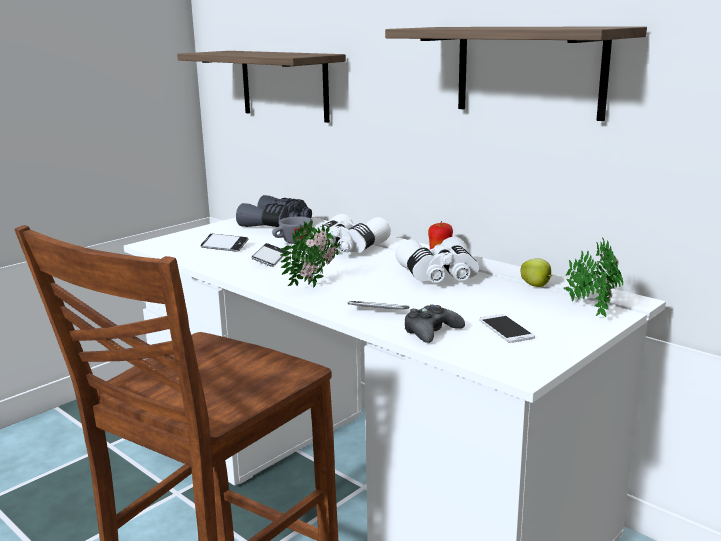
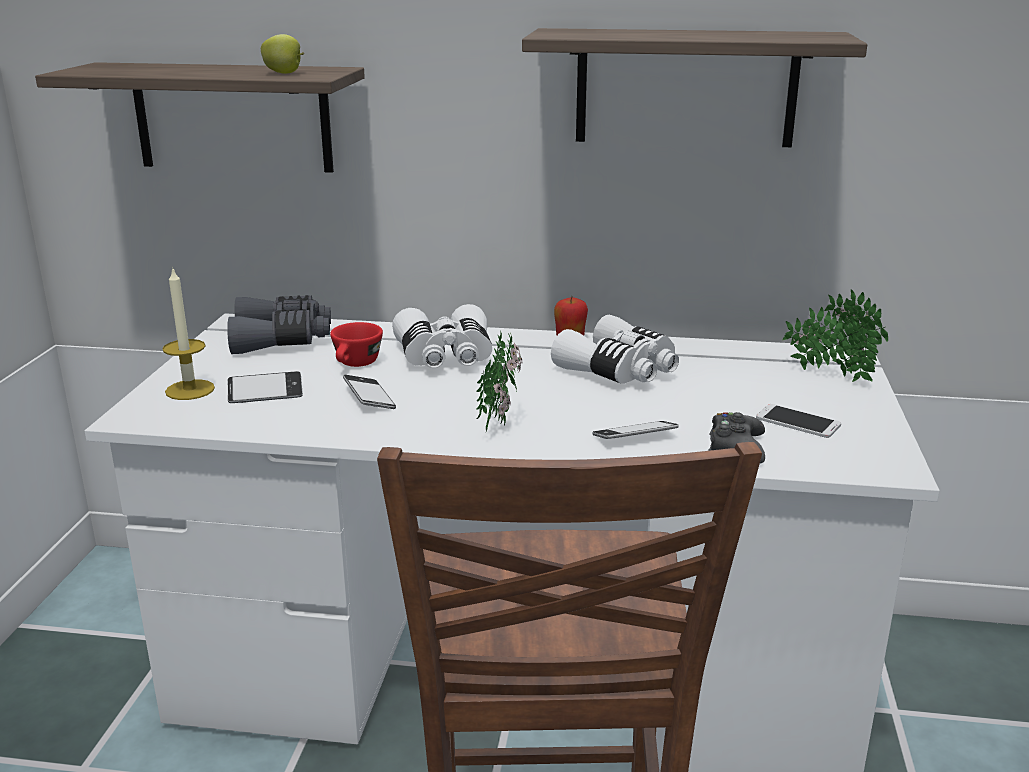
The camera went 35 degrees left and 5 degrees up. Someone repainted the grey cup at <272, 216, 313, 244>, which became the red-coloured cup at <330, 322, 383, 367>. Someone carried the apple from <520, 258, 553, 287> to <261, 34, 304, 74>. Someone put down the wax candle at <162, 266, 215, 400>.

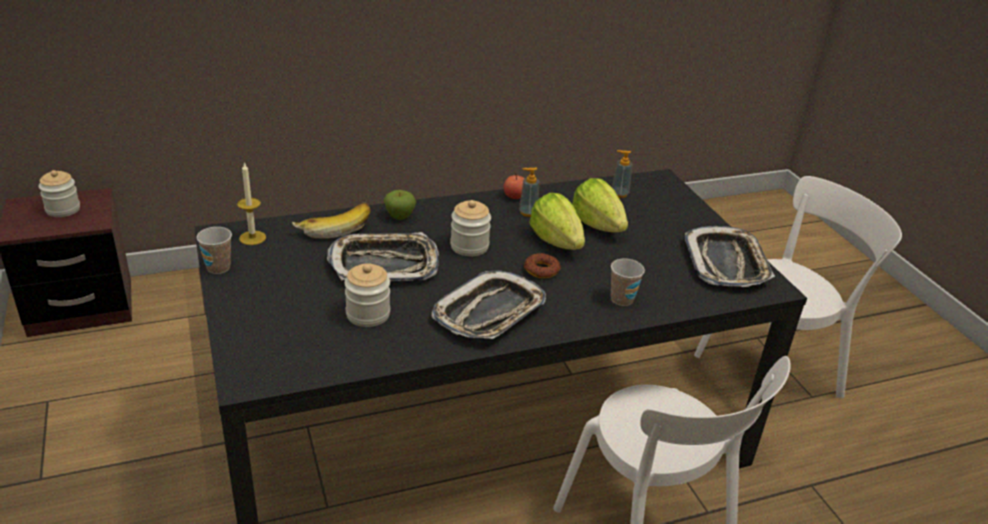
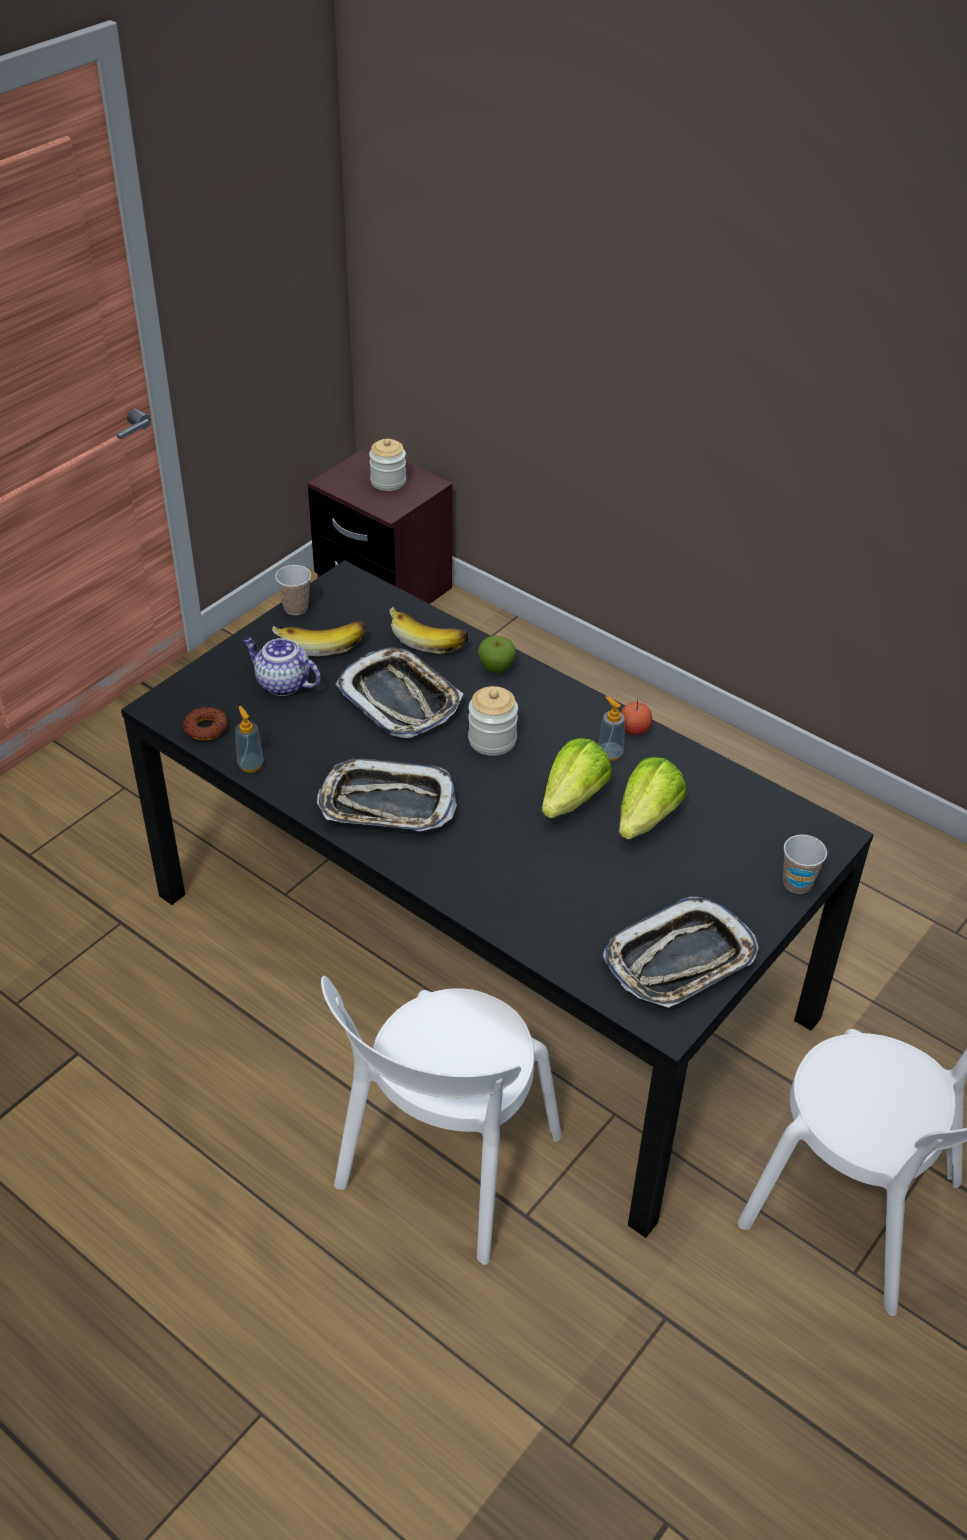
The camera went 60 degrees right and 10 degrees up. Someone took away the wax candle at <237, 162, 266, 245>. Someone took away the jar at <344, 263, 390, 327>. Someone carried the ring doughnut from <524, 253, 561, 278> to <183, 707, 228, 740>. Someone carried the cup from <611, 259, 645, 306> to <783, 834, 827, 894>. Someone carried the soap bottle from <612, 150, 633, 198> to <235, 706, 264, 773>. Someone put down the teapot at <242, 637, 321, 696>. Someone put down the banana fruit at <272, 621, 366, 656>.

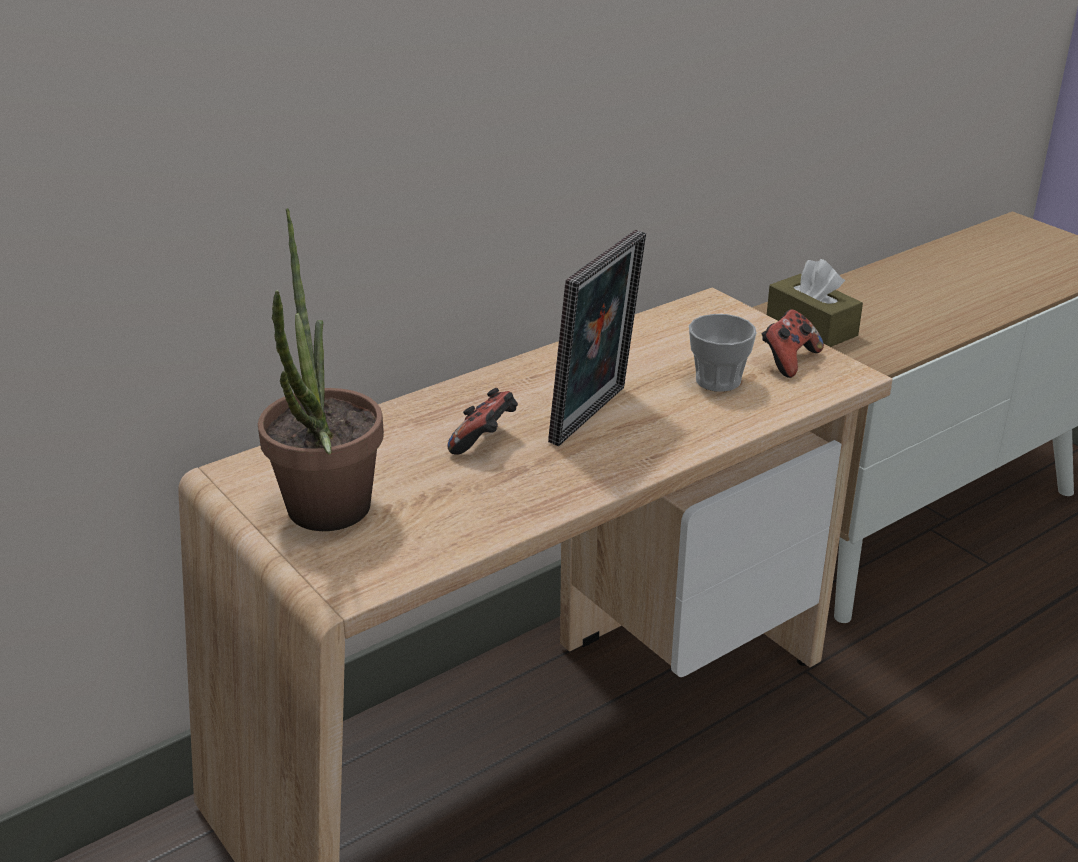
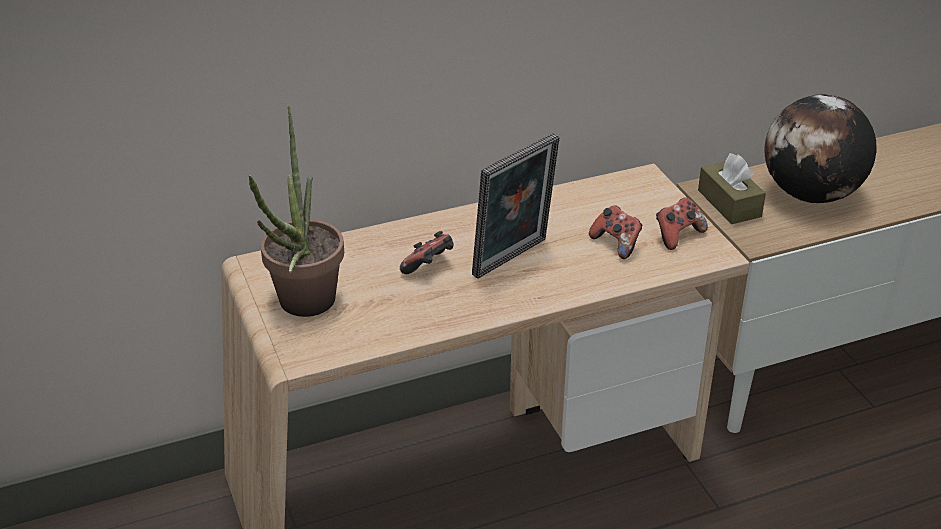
The camera went 15 degrees right and 5 degrees up. Someone swapped the cup at <689, 314, 756, 392> for the joypad at <589, 205, 642, 259>. Someone put down the world globe at <764, 94, 877, 203>.

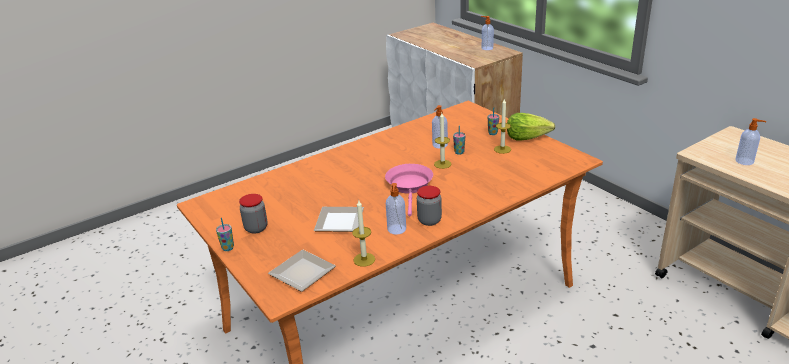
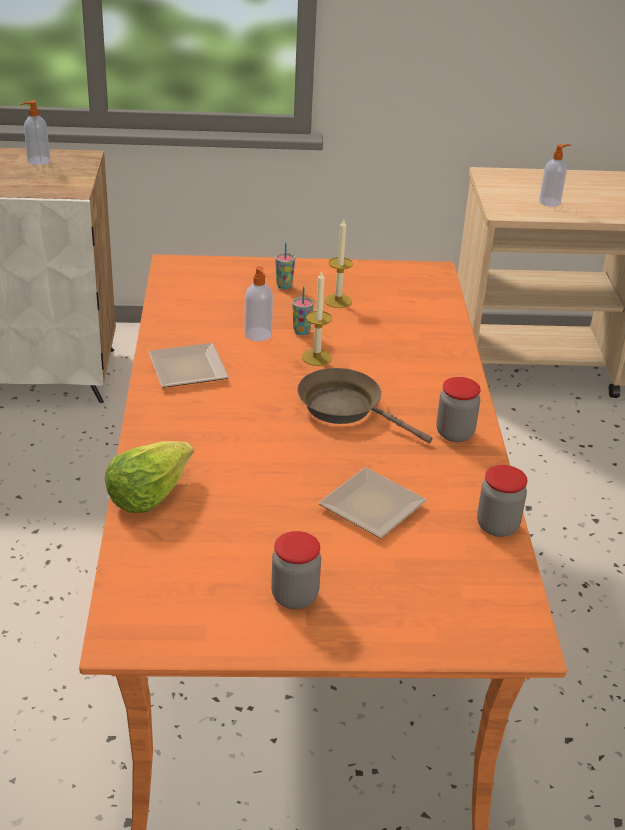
The camera went 60 degrees left and 5 degrees up. Someone took away the cup at <216, 218, 234, 251>. Someone carried the flat dish from <268, 250, 336, 292> to <148, 343, 229, 388>. Someone swapped the wax candle at <352, 199, 375, 267> for the jar at <477, 465, 527, 537>. Someone repainted the pink skillet at <385, 164, 433, 217>, which became the brown-coloured skillet at <297, 368, 432, 443>. Someone took away the soap bottle at <386, 183, 406, 235>. Someone carried the lettuce from <507, 113, 555, 141> to <105, 441, 194, 513>.

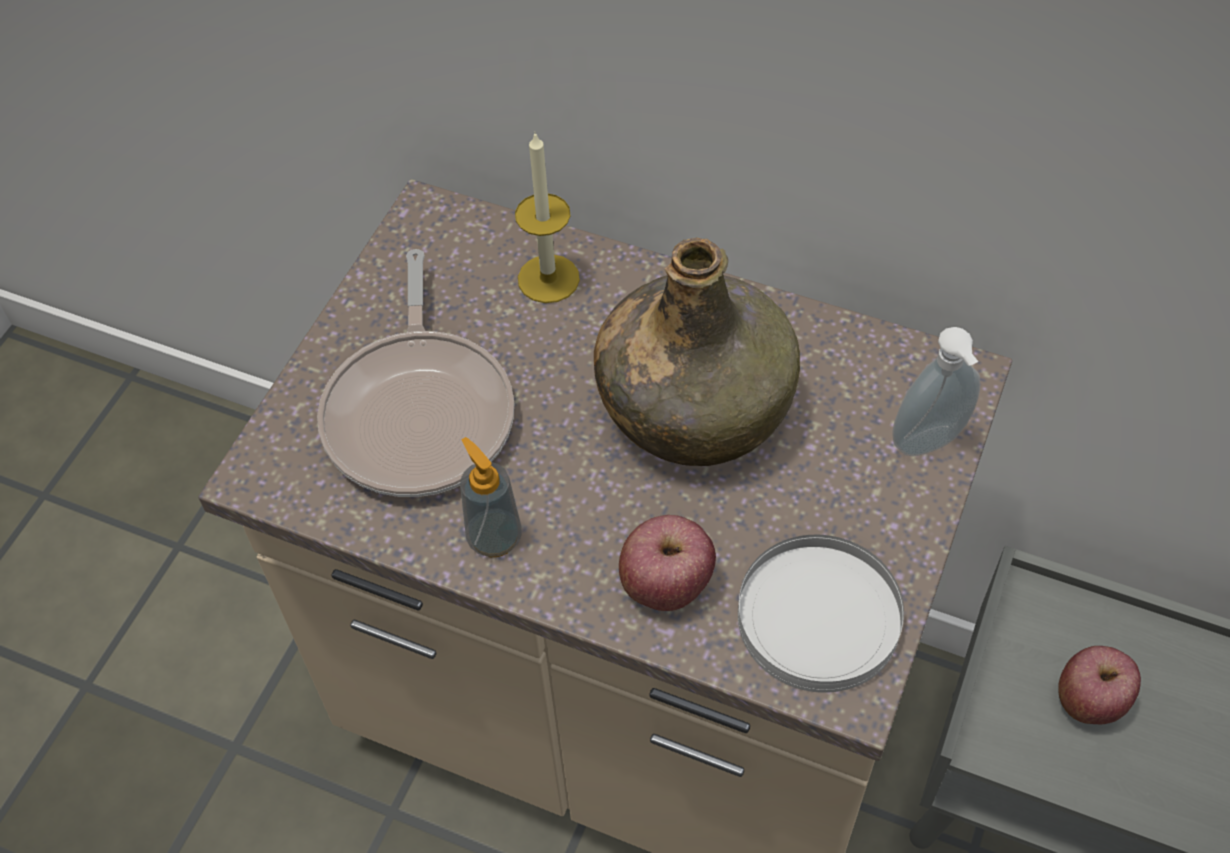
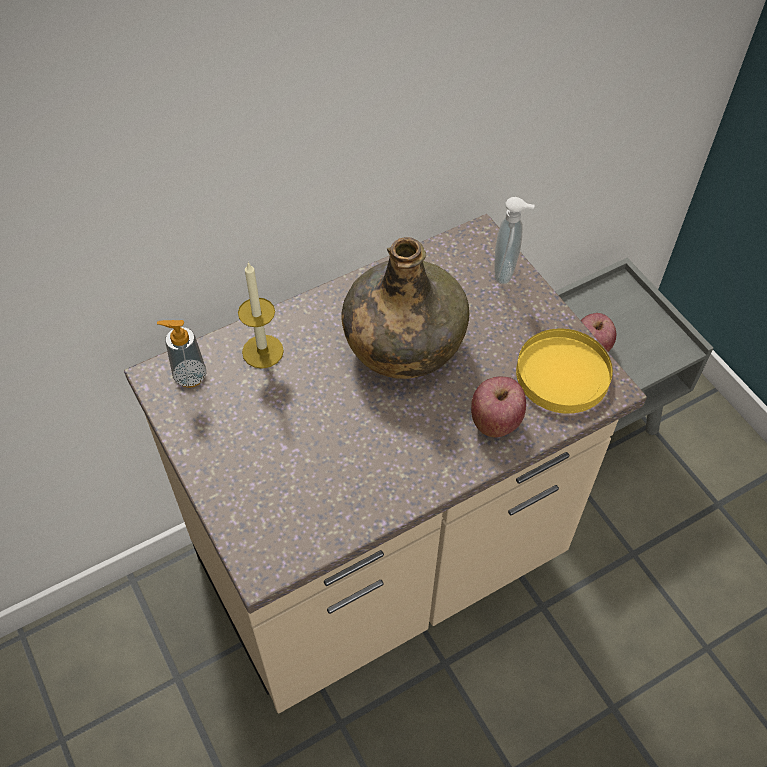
The camera went 55 degrees left and 0 degrees up. Someone took away the skillet at <317, 249, 515, 497>. Someone carried the soap bottle from <460, 437, 522, 557> to <157, 320, 206, 388>. Someone repainted the white-coloured flat dish at <738, 535, 904, 693>, which became the yellow flat dish at <516, 329, 613, 414>.

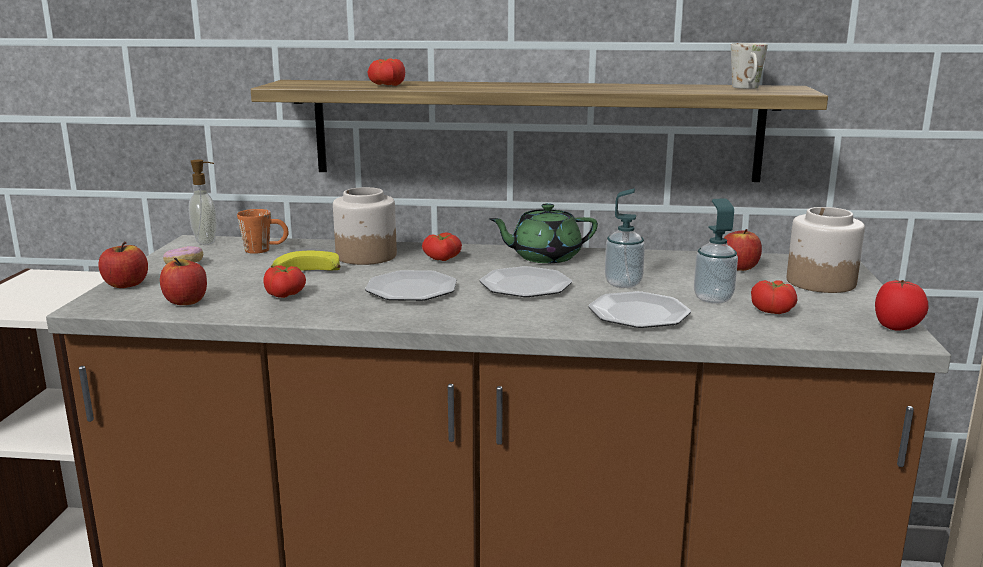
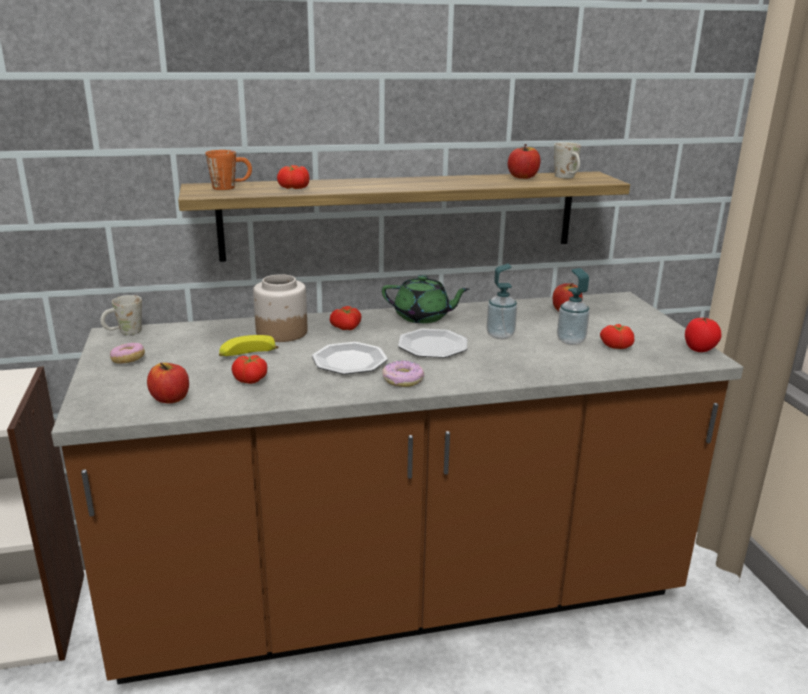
The camera went 20 degrees left and 5 degrees up. Someone carried the apple from <98, 242, 148, 288> to <508, 144, 541, 179>. Someone swapped the soap bottle at <188, 160, 217, 245> for the white-coloured tea mug at <100, 295, 142, 335>. Someone carried the orange tea mug from <237, 209, 289, 254> to <205, 150, 252, 190>. Someone rotated the greenish teapot at <489, 203, 598, 263> by 135 degrees counterclockwise. Someone took away the flat dish at <589, 291, 691, 328>. Someone took away the jar at <787, 207, 865, 293>. Someone put down the ring doughnut at <382, 360, 424, 387>.

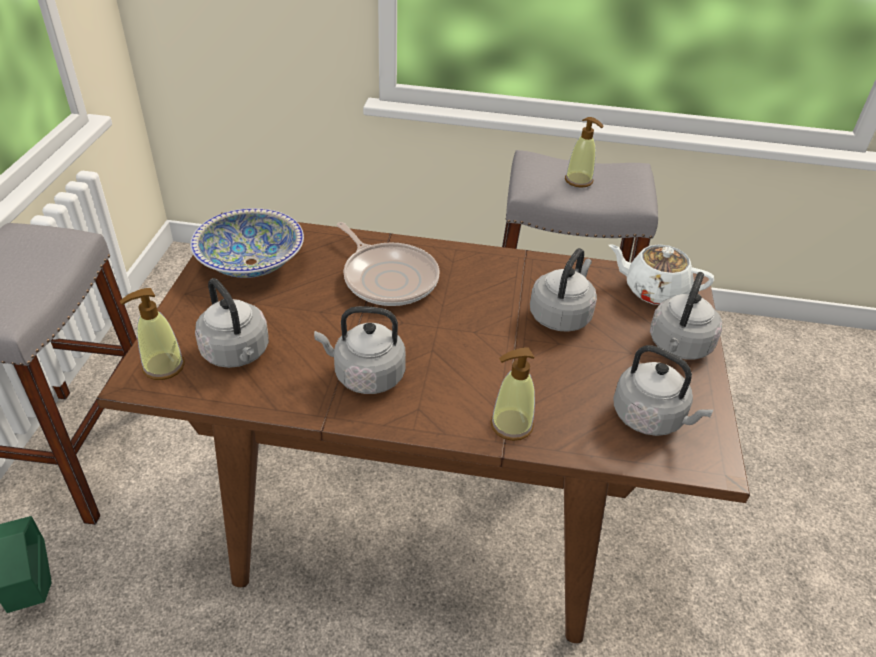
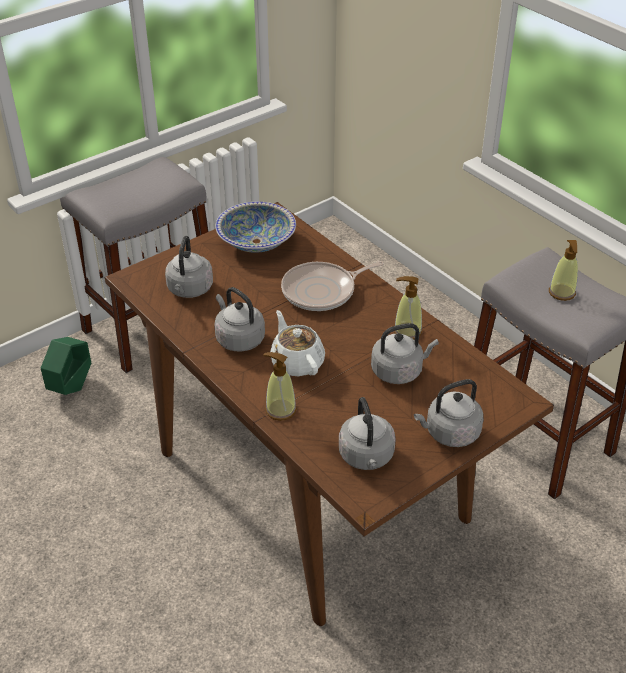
The camera went 45 degrees right and 0 degrees up. Someone carried the soap bottle from <120, 288, 185, 380> to <394, 276, 422, 339>. Someone rotated the skillet at <337, 222, 439, 306> by 60 degrees clockwise. Someone carried the white-coloured teapot from <609, 244, 714, 305> to <270, 310, 325, 376>.

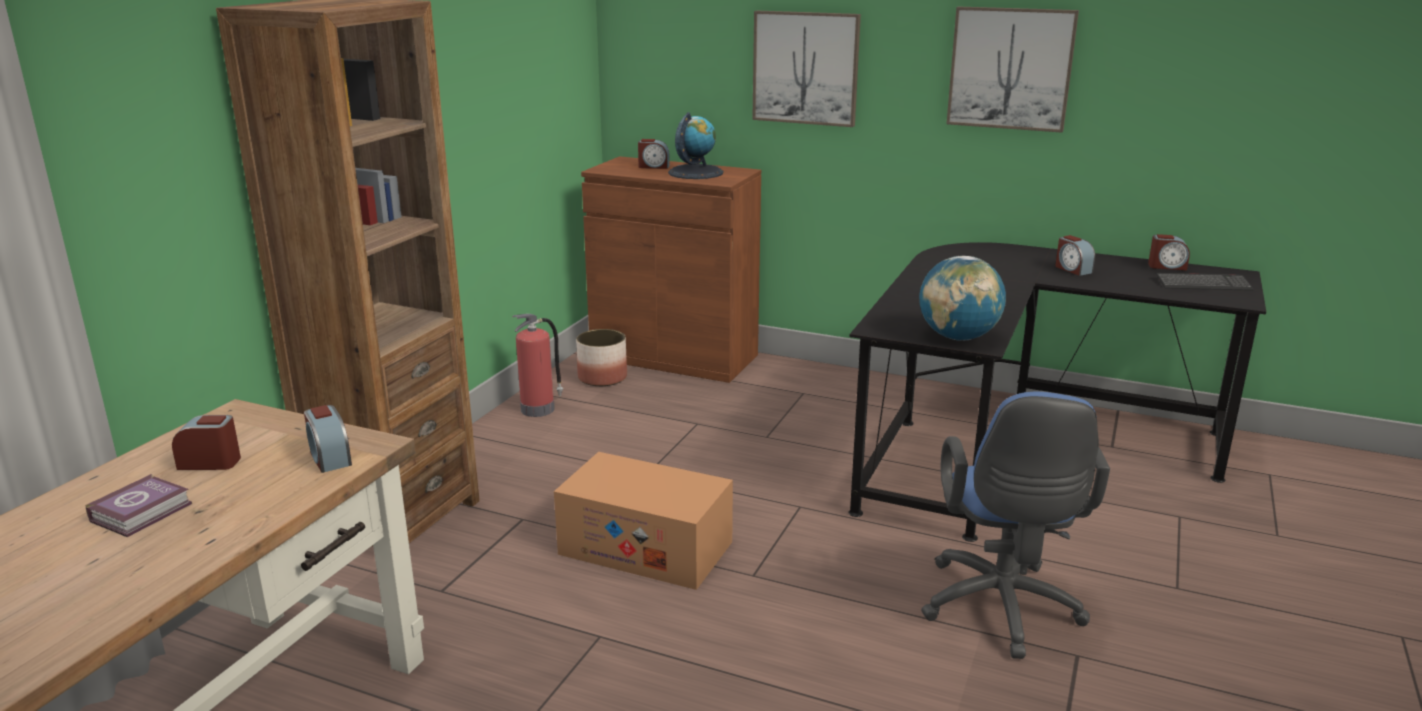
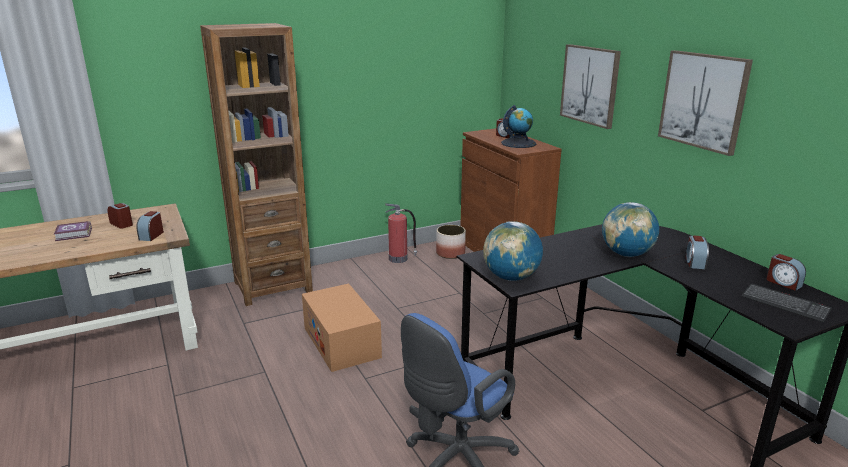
The camera went 40 degrees right and 0 degrees up. Someone put down the world globe at <602, 202, 659, 257>.

